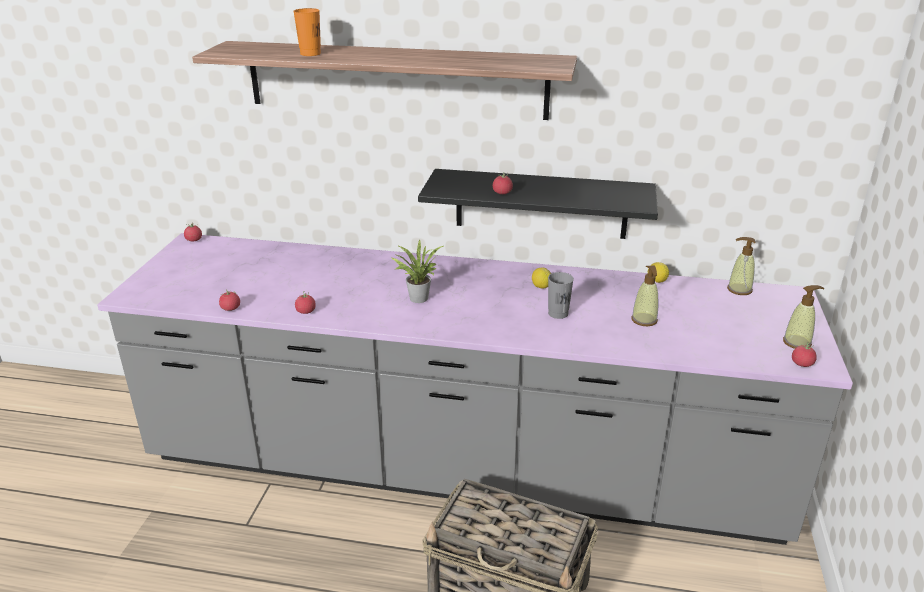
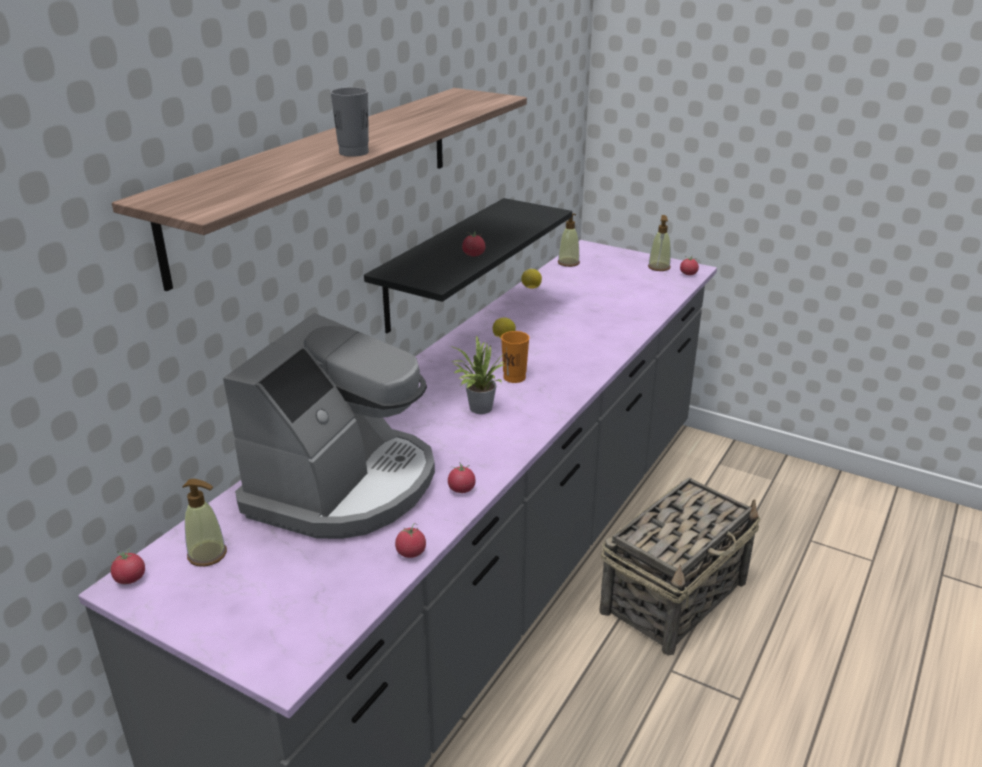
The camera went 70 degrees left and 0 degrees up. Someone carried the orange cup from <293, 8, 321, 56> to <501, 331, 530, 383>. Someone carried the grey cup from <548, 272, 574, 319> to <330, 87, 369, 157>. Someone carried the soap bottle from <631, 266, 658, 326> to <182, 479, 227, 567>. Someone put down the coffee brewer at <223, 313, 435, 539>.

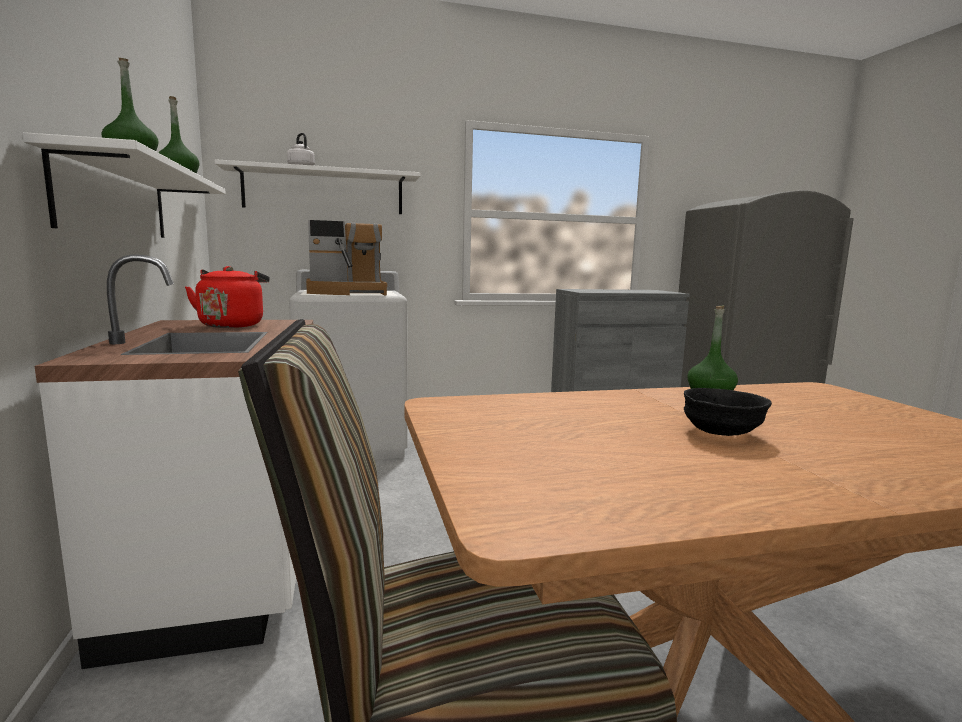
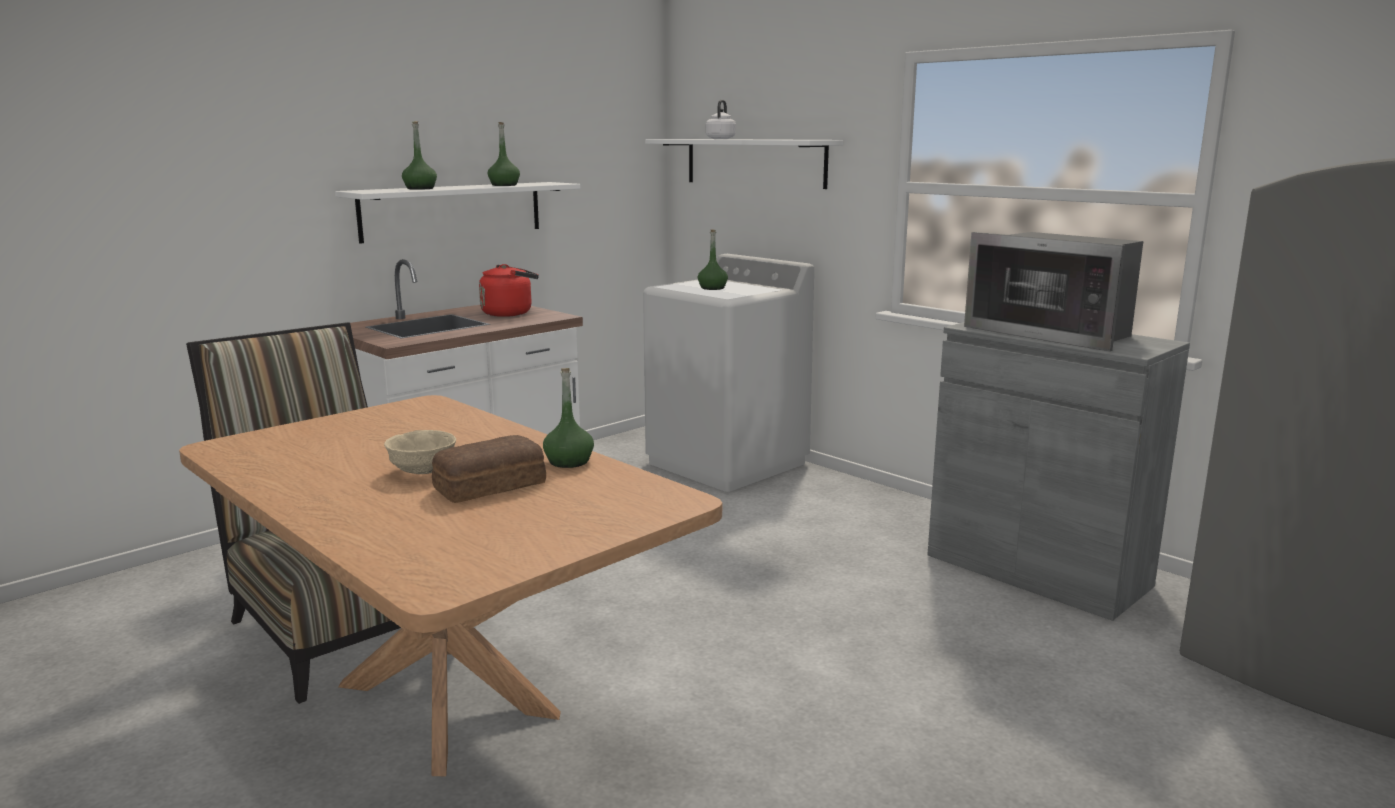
The camera went 60 degrees right and 5 degrees up. Someone swapped the coffee brewer at <306, 220, 387, 295> for the greenish beverage bottle at <698, 229, 728, 290>. Someone repainted the blackish deep dish at <684, 388, 772, 436>, which became the sand-coloured deep dish at <384, 430, 456, 474>. Someone put down the bakery bread at <432, 435, 546, 503>. Someone put down the microwave at <964, 232, 1143, 352>.

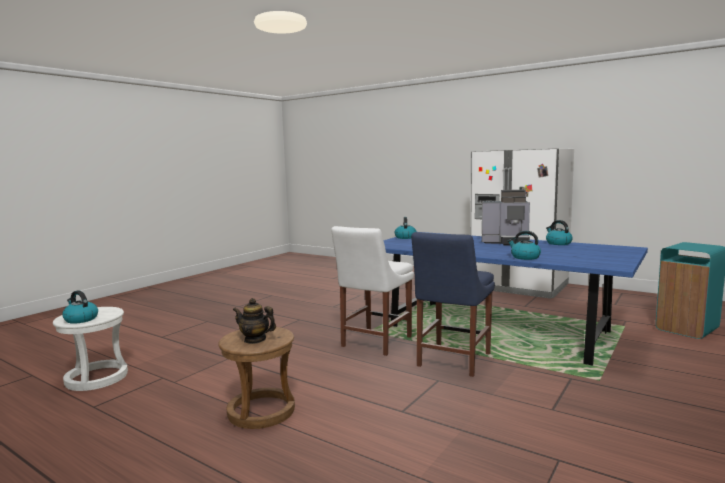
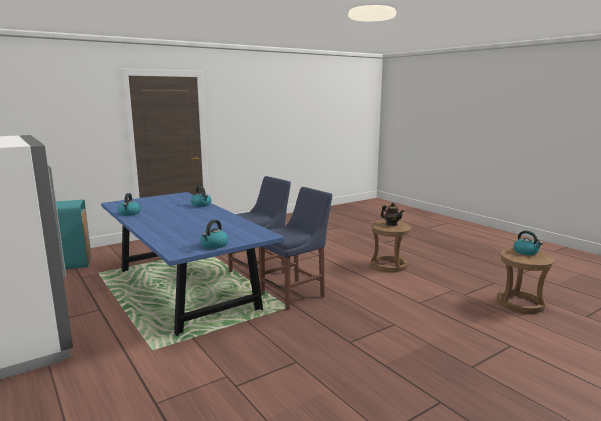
The camera went 160 degrees left and 5 degrees up. Someone repainted the white-coloured stool at <53, 307, 128, 391>, which became the brown-coloured stool at <497, 248, 554, 314>. Someone repainted the white-coloured plain chair at <331, 226, 414, 356>, which became the bluish plain chair at <259, 187, 332, 310>. Someone took away the coffee brewer at <482, 190, 530, 246>.

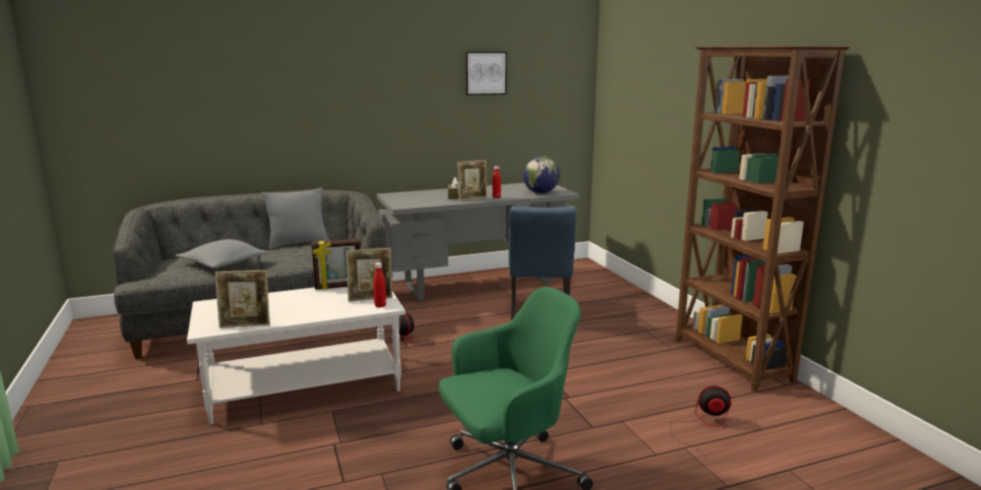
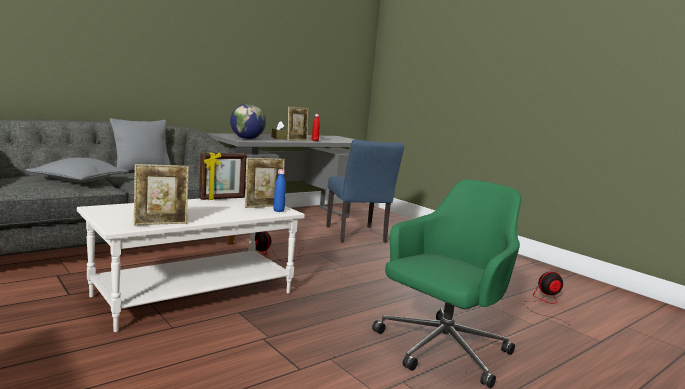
The camera went 20 degrees left and 5 degrees down. Someone repainted the red-coloured beverage bottle at <373, 263, 386, 308>, which became the bluish beverage bottle at <273, 169, 286, 212>. Someone took away the wall picture at <465, 52, 507, 95>. Someone carried the world globe from <523, 156, 560, 194> to <230, 104, 266, 139>. Someone took away the brown-coloured shelving unit at <676, 46, 850, 392>.

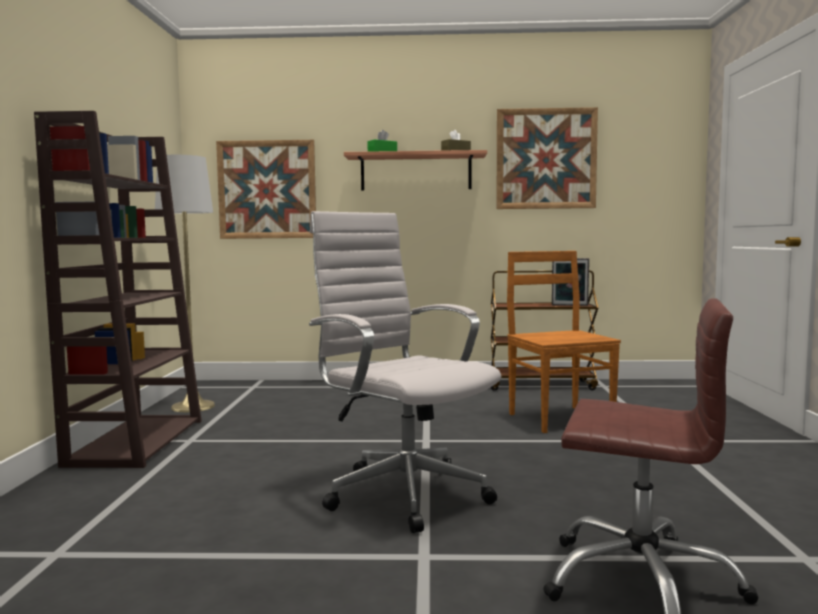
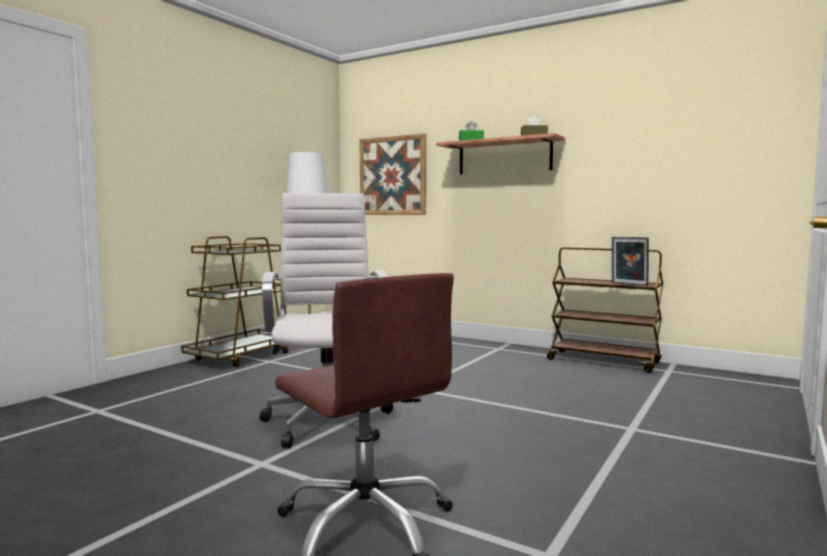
The camera went 30 degrees right and 0 degrees up. Someone swapped the brown-coloured shelving unit at <34, 111, 202, 468> for the brown-coloured cart at <181, 236, 288, 368>. Someone took away the wall picture at <496, 107, 598, 209>. Someone took away the brown-coloured plain chair at <507, 251, 621, 433>.

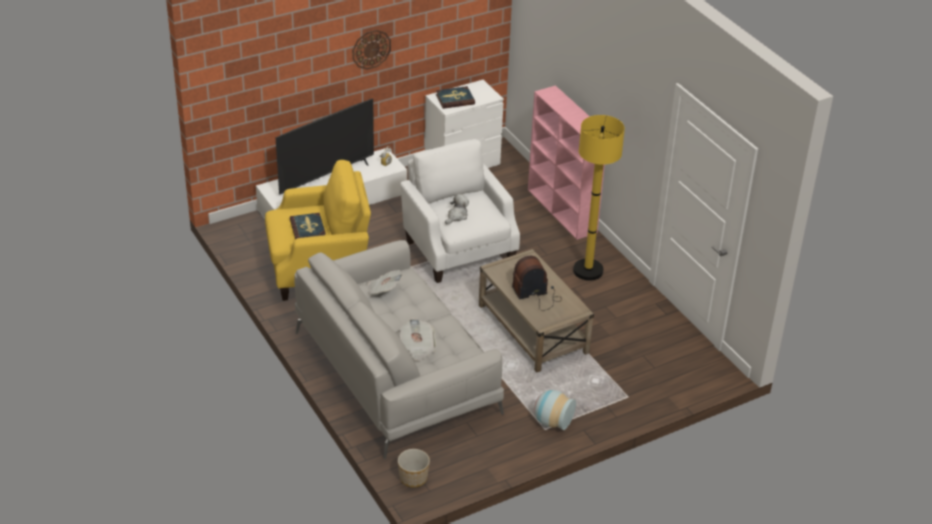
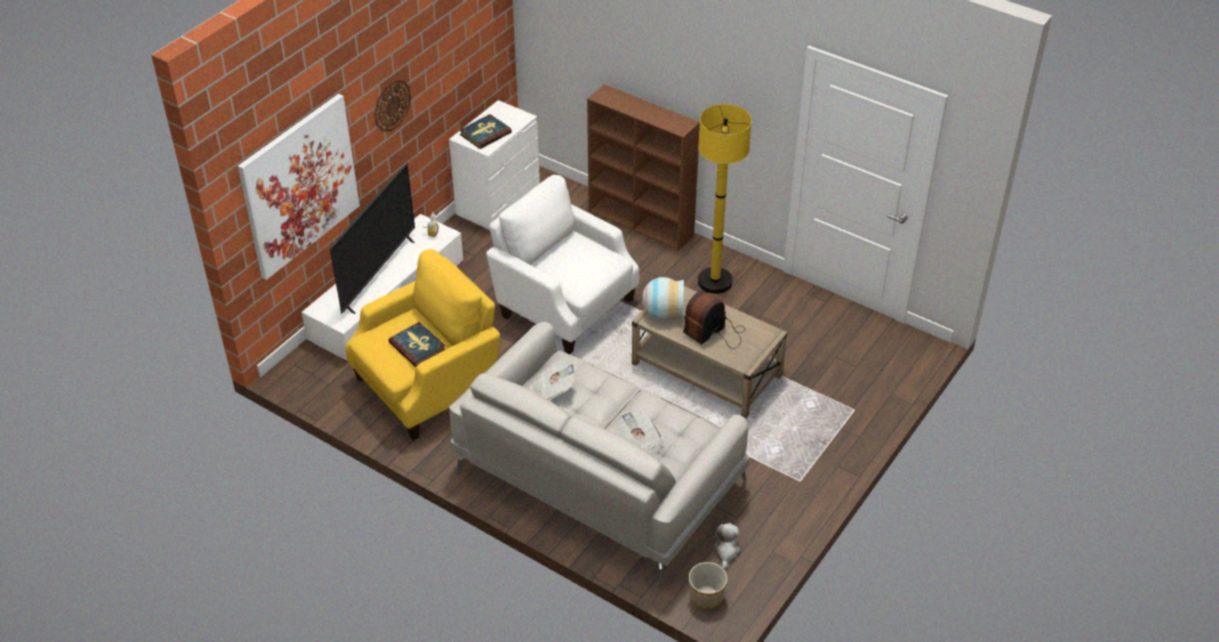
The camera went 25 degrees left and 5 degrees up. Someone carried the plush toy from <445, 194, 469, 224> to <712, 523, 741, 570>. Someone repainted the pink shelving unit at <528, 85, 605, 240>, which became the brown-coloured shelving unit at <587, 84, 700, 250>. Someone carried the vase from <534, 390, 576, 430> to <642, 277, 684, 319>. Someone put up the wall picture at <238, 94, 360, 280>.

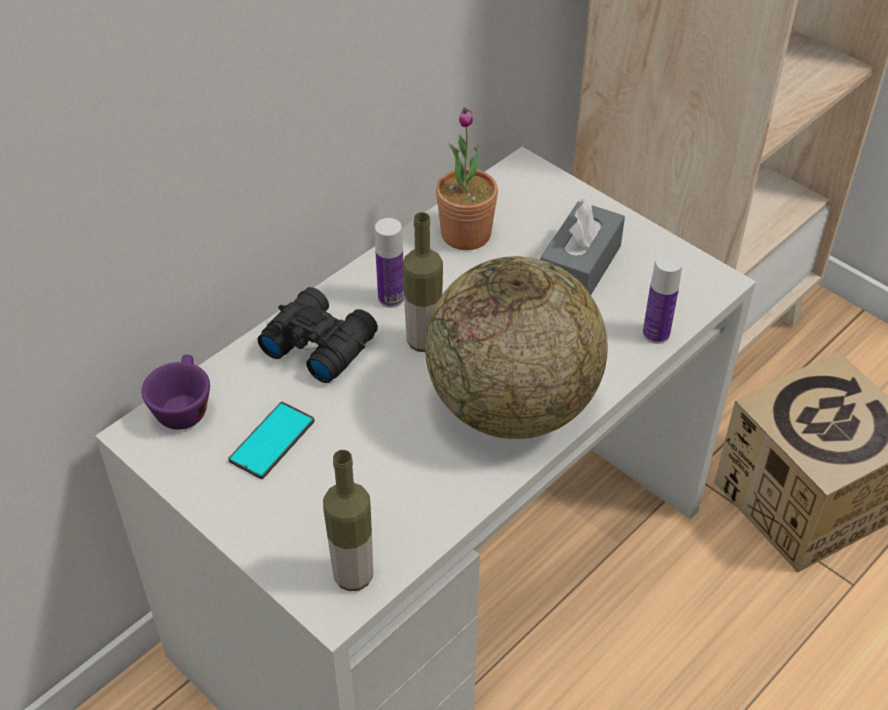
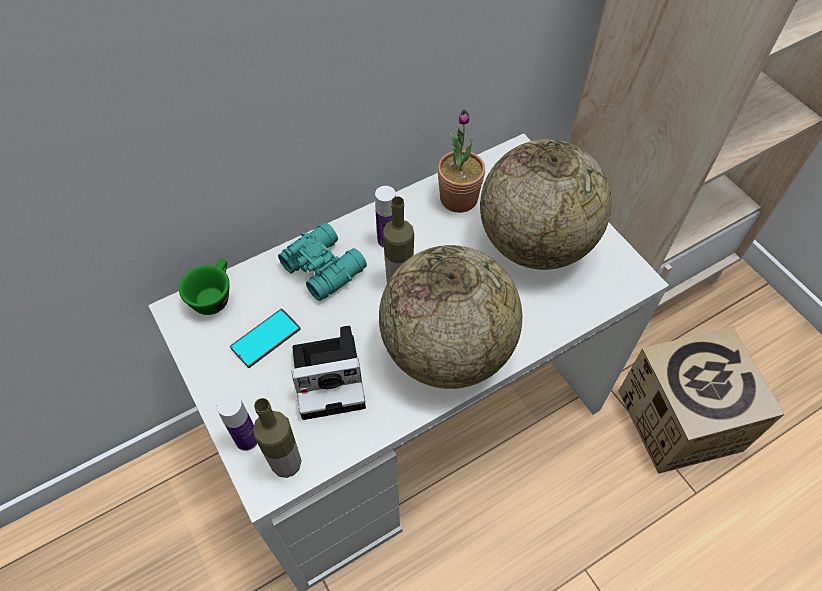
The camera went 15 degrees right and 10 degrees up. Someone repainted the purple-coloured cup at <142, 355, 210, 430>, which became the greenish cup at <179, 259, 230, 315>. Someone repainted the blackish field glasses at <258, 287, 378, 383>, which became the turquoise field glasses at <278, 223, 367, 301>. Someone swapped the grey tissue holder at <540, 199, 625, 295> for the world globe at <480, 139, 611, 270>. Someone carried the beverage bottle from <643, 253, 683, 344> to <217, 393, 257, 451>. Someone put down the photo camera at <291, 325, 366, 420>.

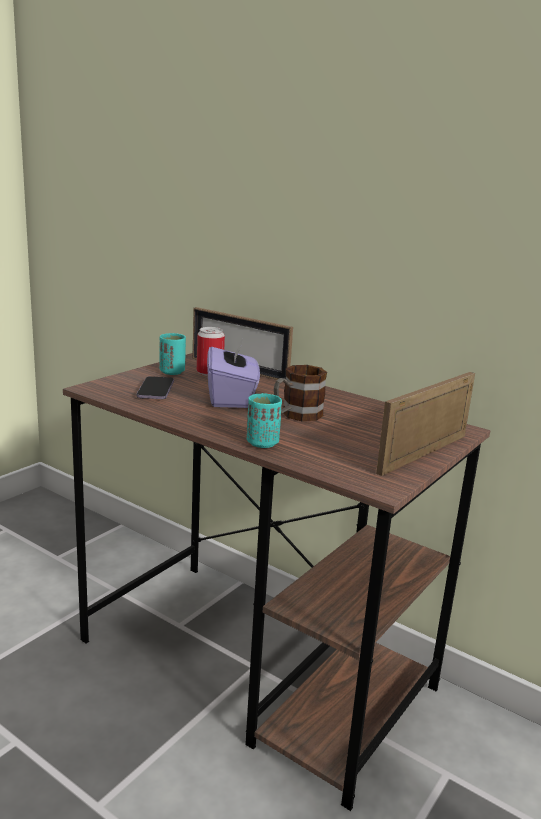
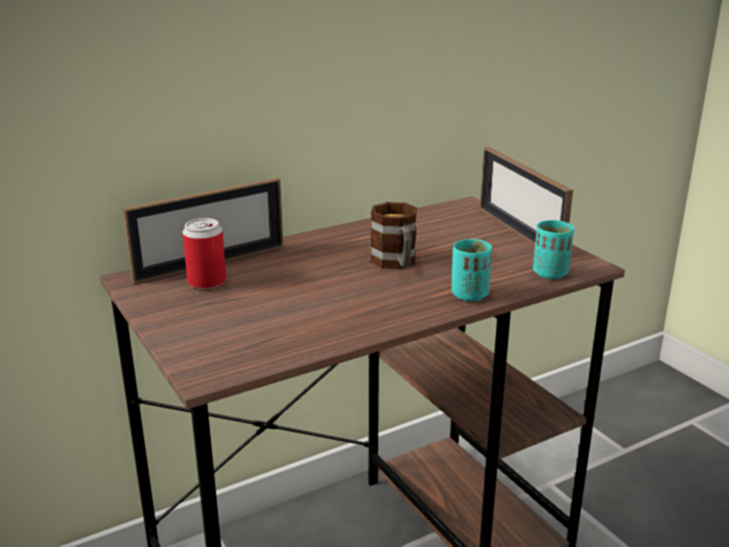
The camera went 65 degrees left and 5 degrees up. Someone took away the handset at <137, 376, 174, 399>. Someone carried the turquoise cup from <159, 333, 186, 375> to <533, 220, 574, 279>. Someone took away the purple-coloured tissue holder at <207, 335, 260, 408>.

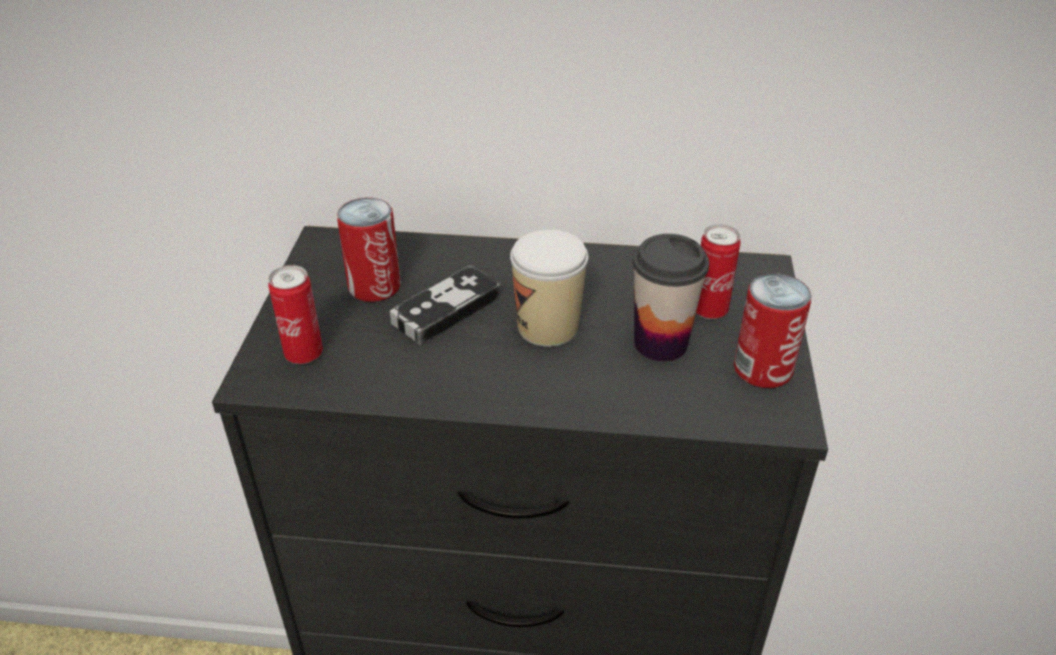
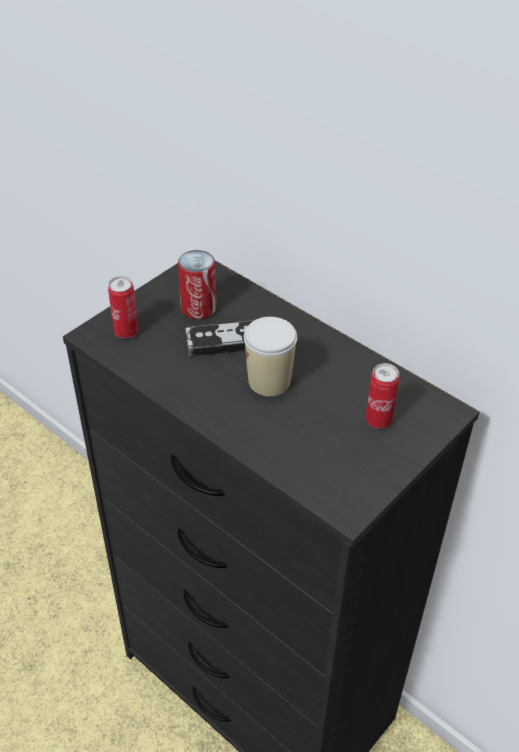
The camera went 35 degrees right and 5 degrees up. Someone took away the cup at <632, 234, 709, 361>. Someone took away the metal can at <734, 274, 812, 388>.

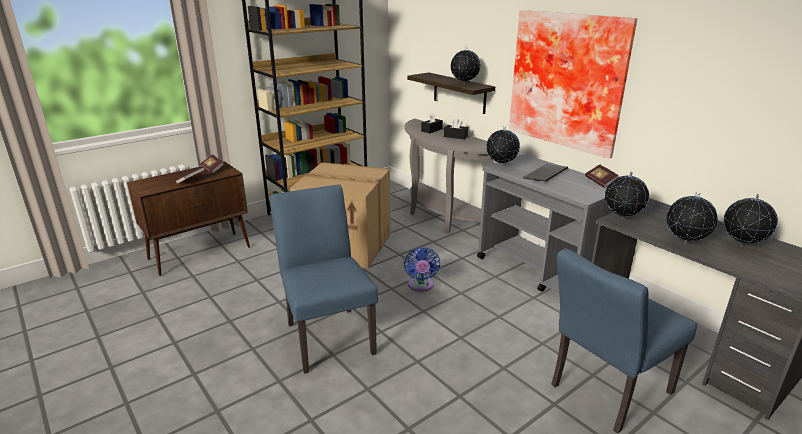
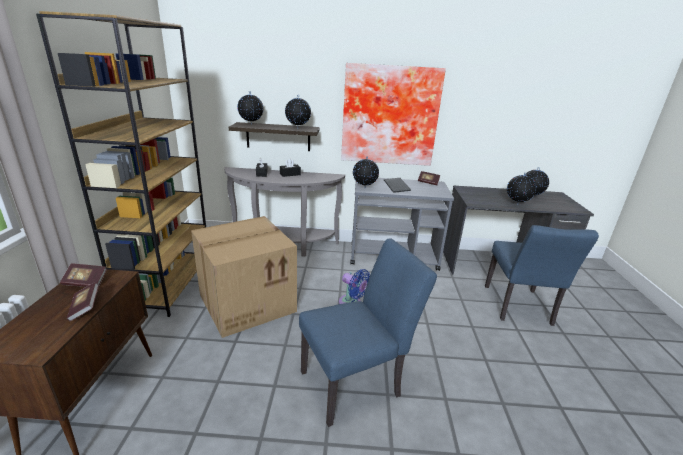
The camera went 50 degrees left and 0 degrees up. Someone rotated the bluish plain chair at <270, 184, 378, 374> by 135 degrees clockwise. Someone carried the world globe from <605, 171, 649, 219> to <237, 91, 264, 125>.

